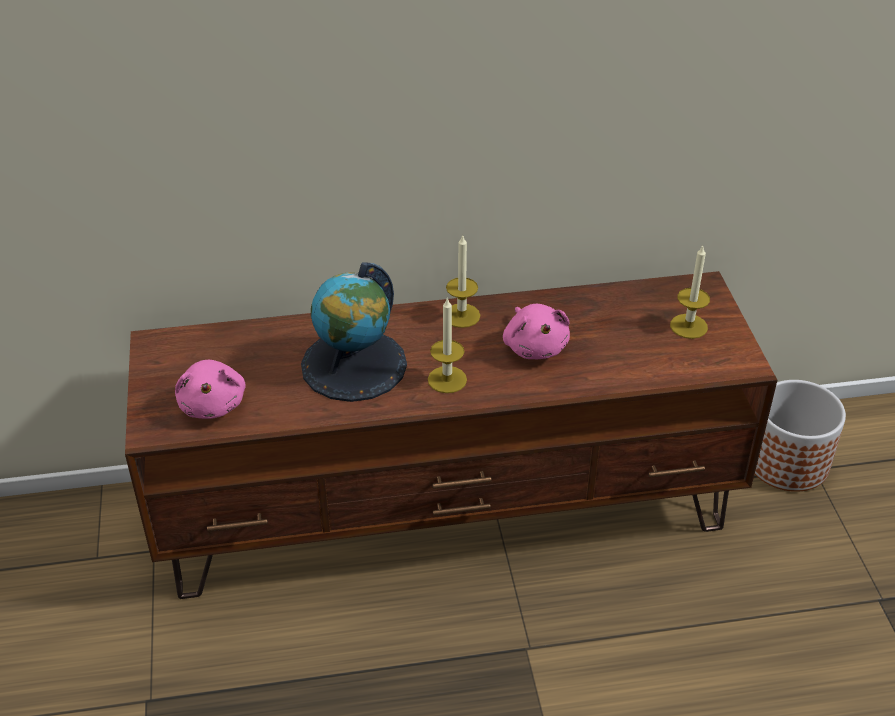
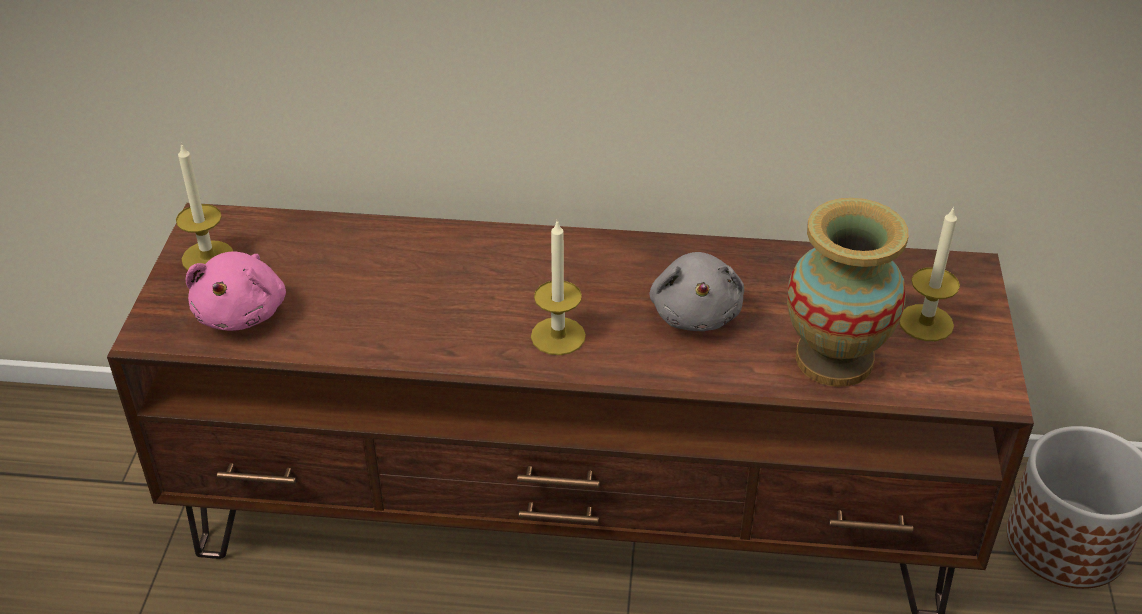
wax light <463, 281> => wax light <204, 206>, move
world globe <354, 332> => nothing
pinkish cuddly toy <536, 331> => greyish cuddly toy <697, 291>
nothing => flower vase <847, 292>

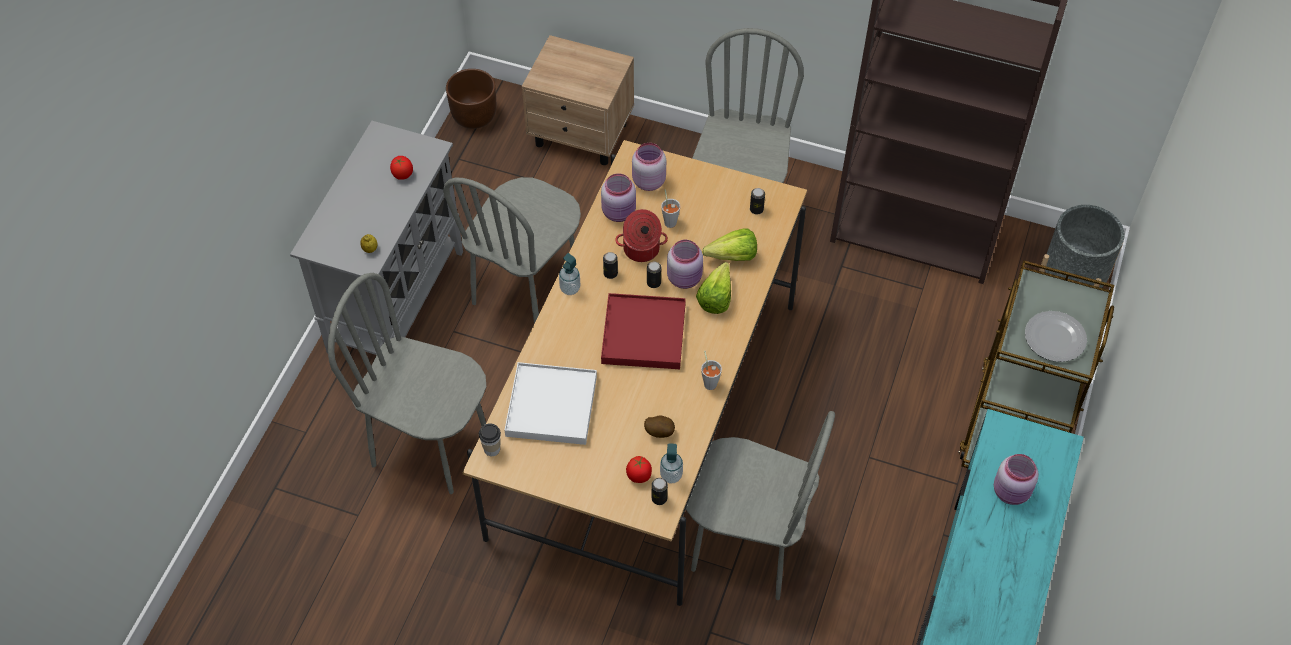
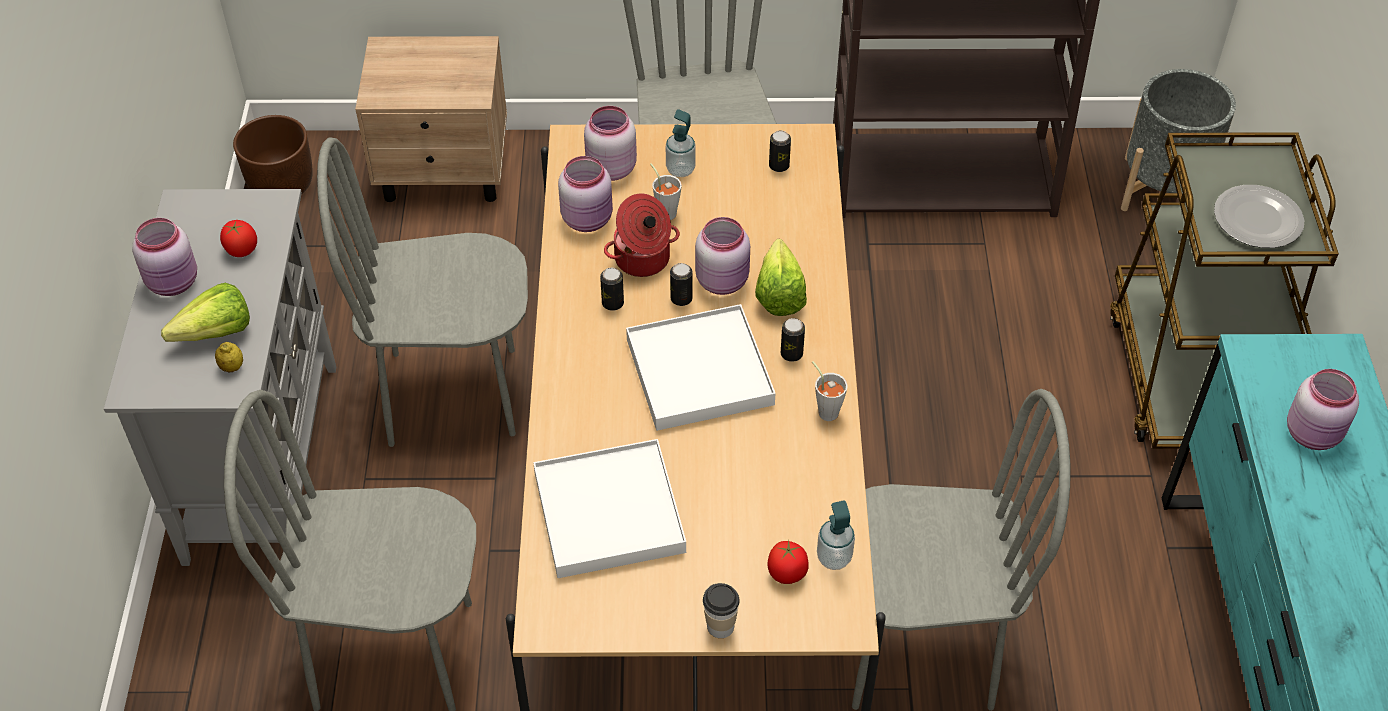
greyish chair <512, 250> => greyish chair <422, 292>, 75 degrees clockwise
head of lettuce <729, 244> => head of lettuce <205, 312>, move
liquid soap bottle <569, 274> => liquid soap bottle <681, 143>, move
red-coloured tray <643, 331> => white tray <701, 367>
potato <659, 427> => nothing
drinking cup <490, 439> => drinking cup <721, 610>, move
sealed can <660, 491> => sealed can <793, 340>, move
nothing => pinkish jar <164, 257>

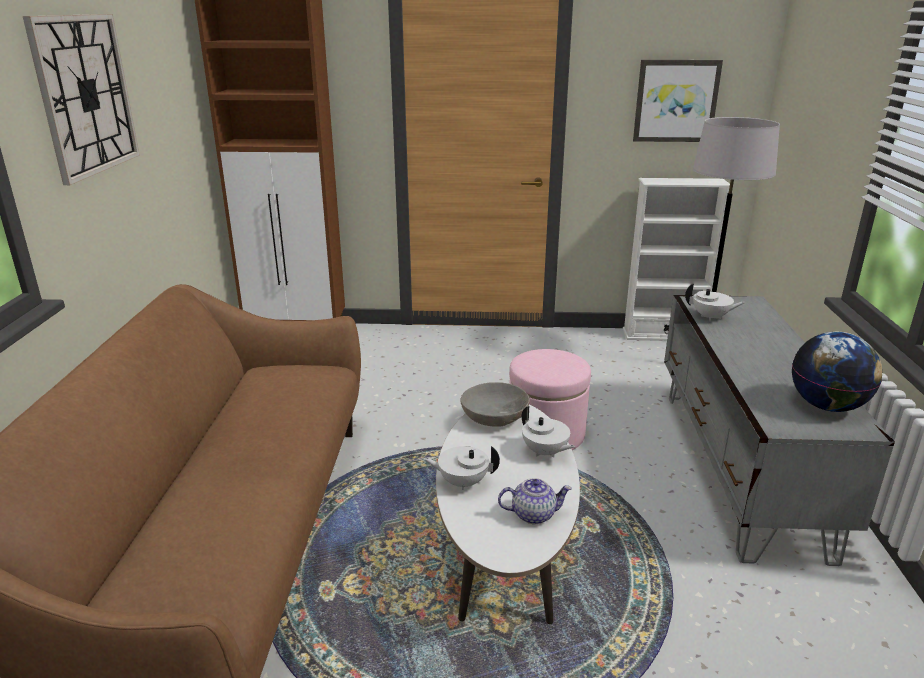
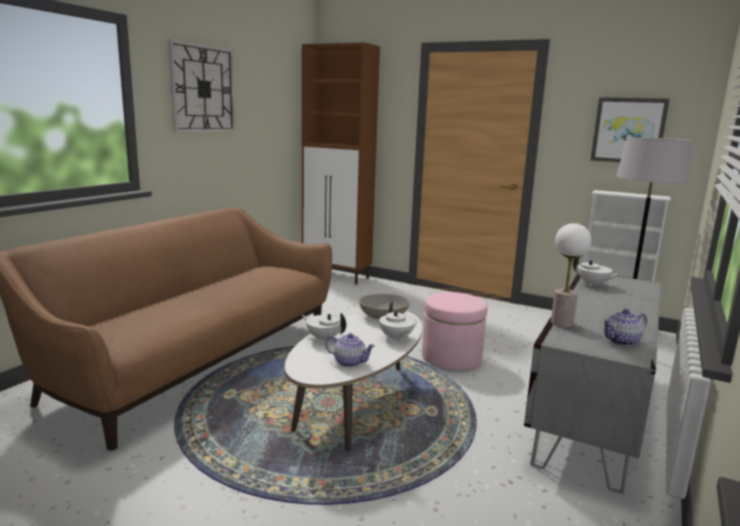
world globe <837, 372> => teapot <624, 327>
nothing => tabletop lamp <571, 275>

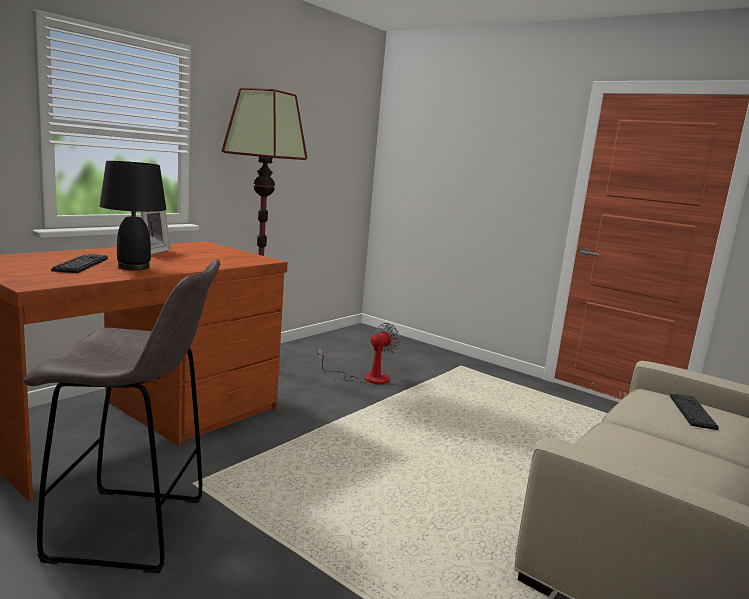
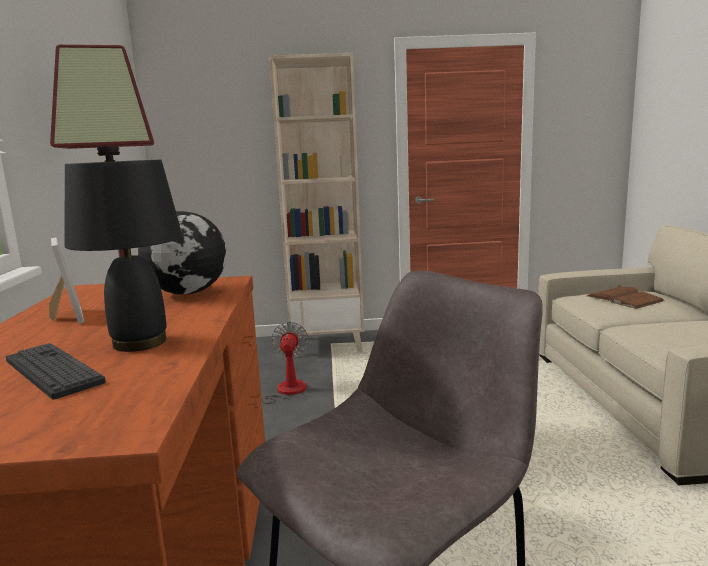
PC keyboard <694, 412> => brown book <625, 297>
nothing => beige shelving unit <316, 205>
nothing => world globe <182, 253>

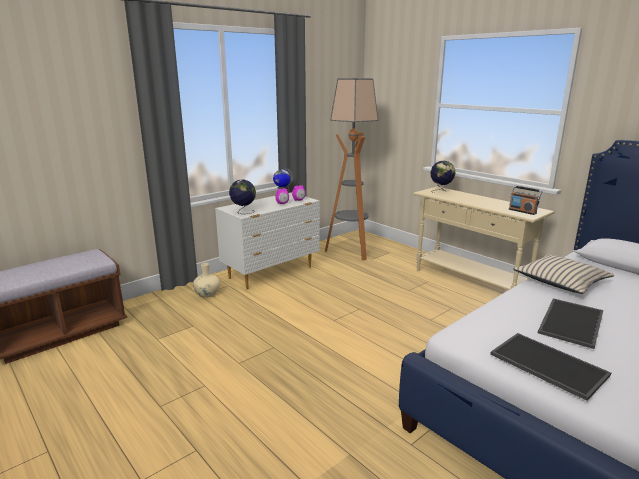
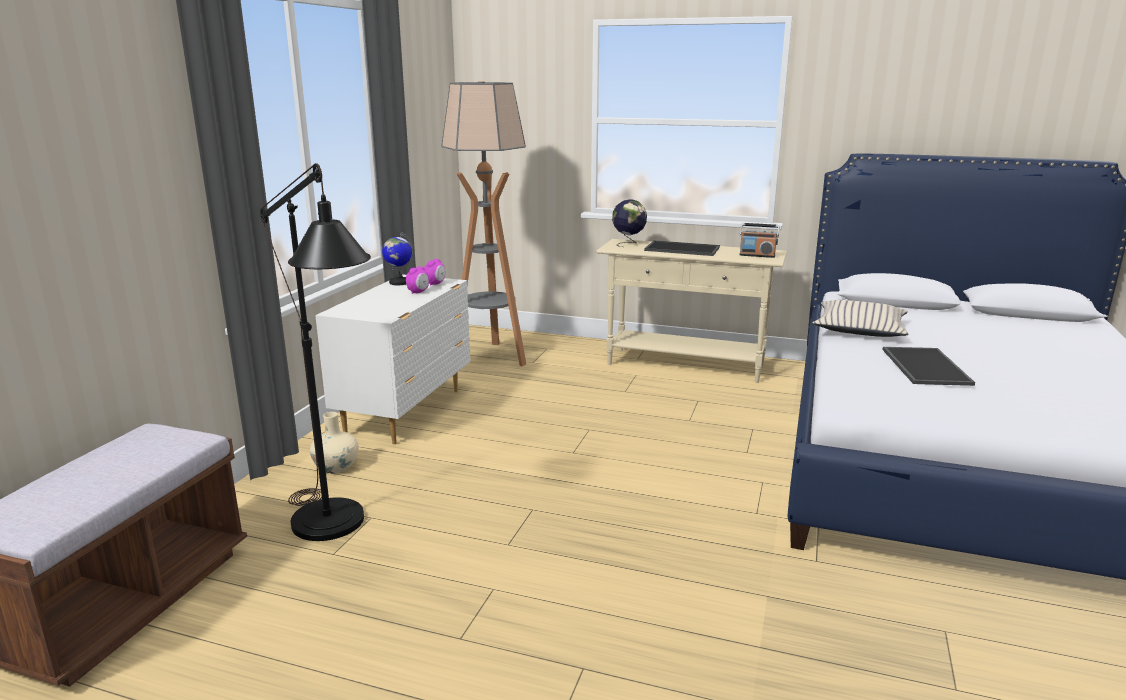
world globe <242, 196> => nothing
tray <550, 367> => tray <682, 248>, move
nothing => black standing lamp <315, 352>

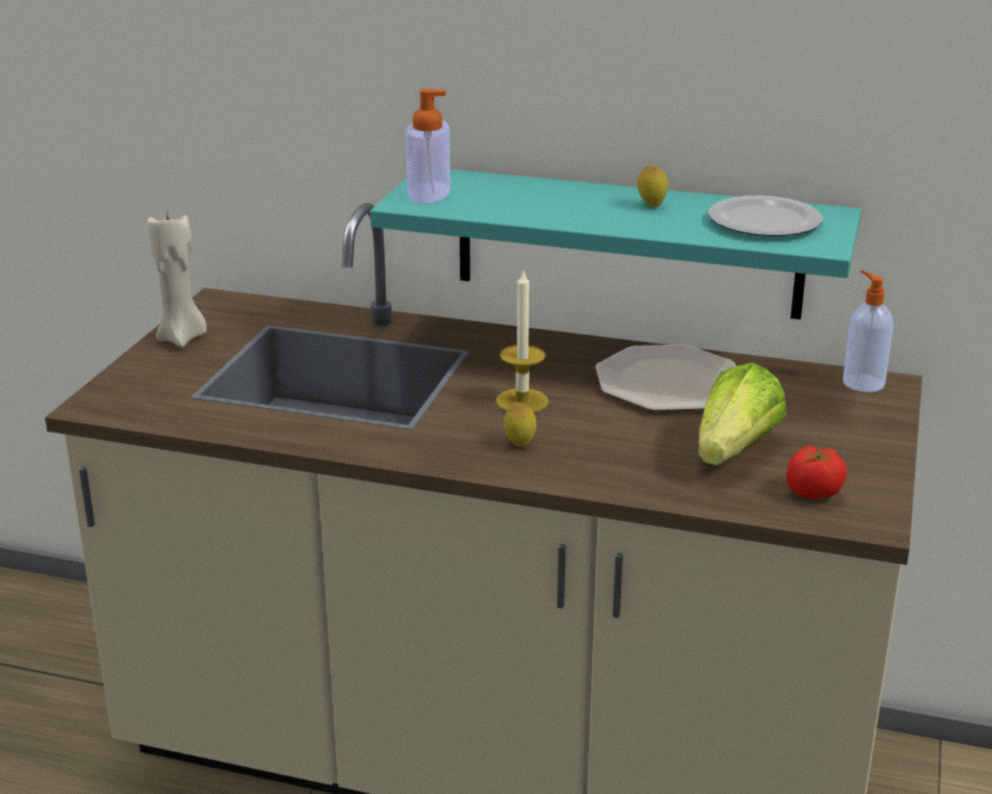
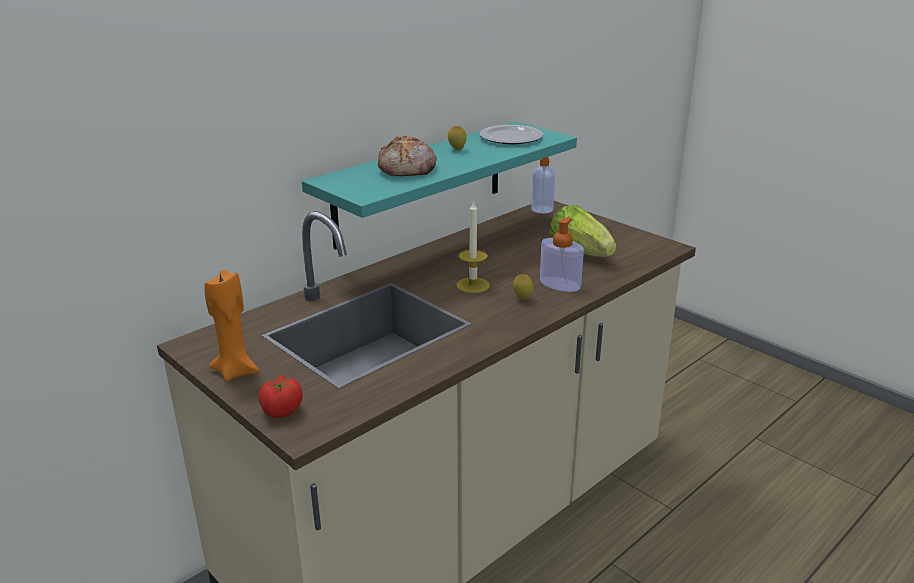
liquid soap bottle <428, 146> => liquid soap bottle <562, 254>, move
beige wax light <177, 280> => orange-coloured wax light <232, 326>
plate <665, 378> => nothing
fresh tomato <816, 473> => fresh tomato <280, 396>, move
nothing => baked bread <407, 156>

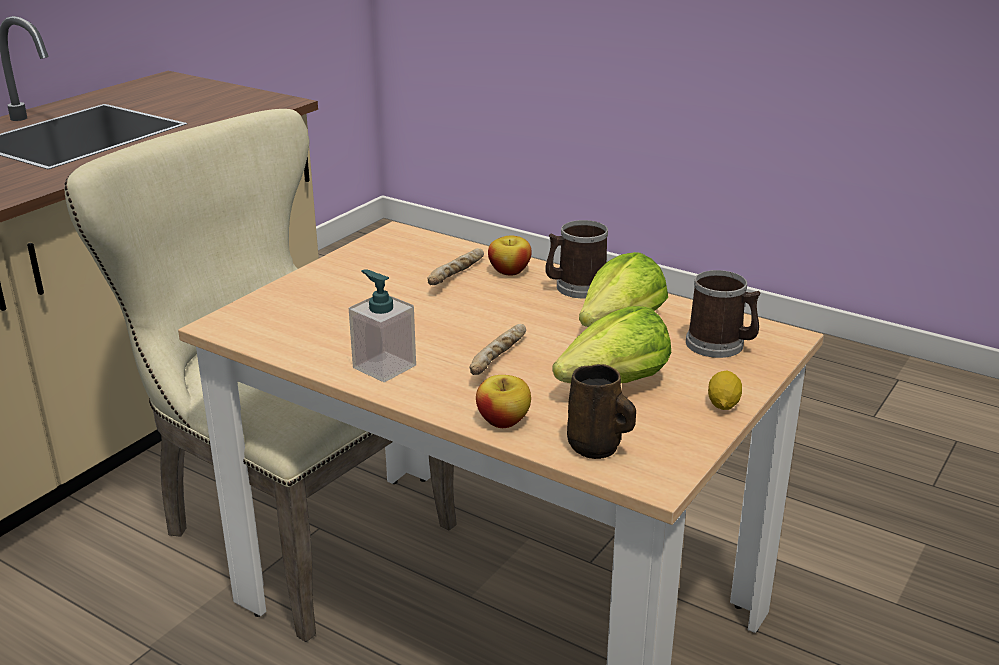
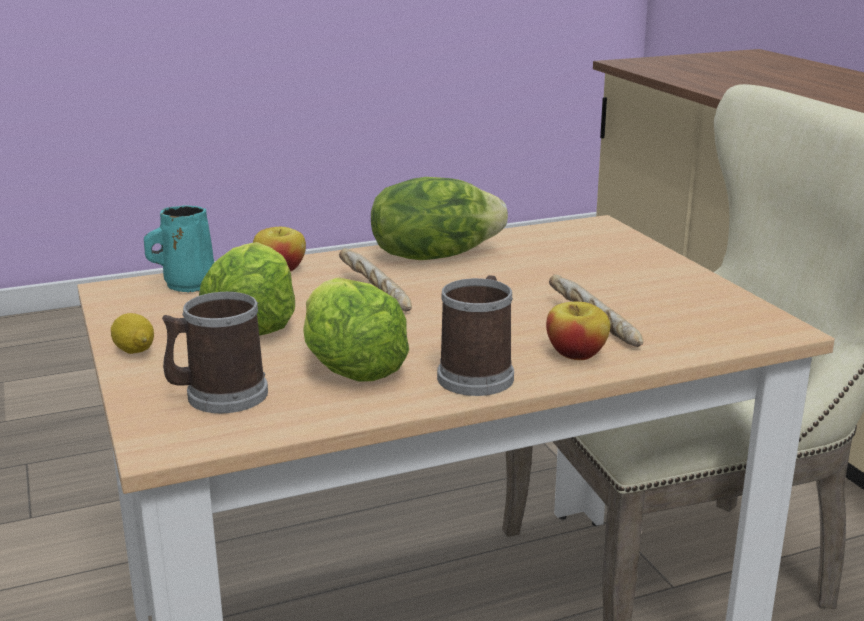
liquid soap bottle <382, 325> => head of lettuce <439, 218>
brown tea mug <601, 411> => blue-green tea mug <179, 249>

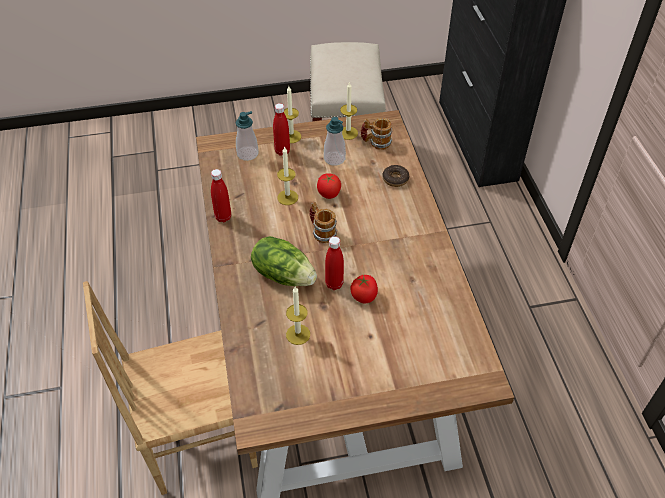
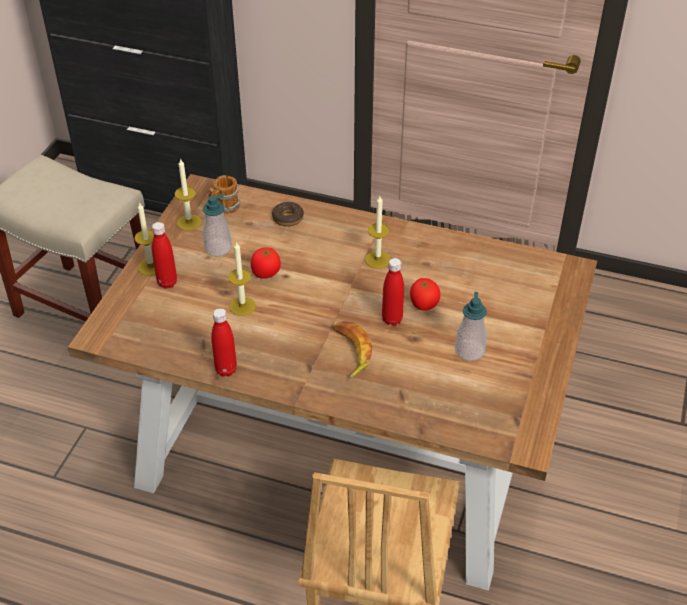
liquid soap bottle <247, 136> => liquid soap bottle <471, 326>, move
tea mug <323, 222> => nothing
head of lettuce <284, 261> => banana fruit <352, 350>
wax light <298, 316> => wax light <377, 232>, move

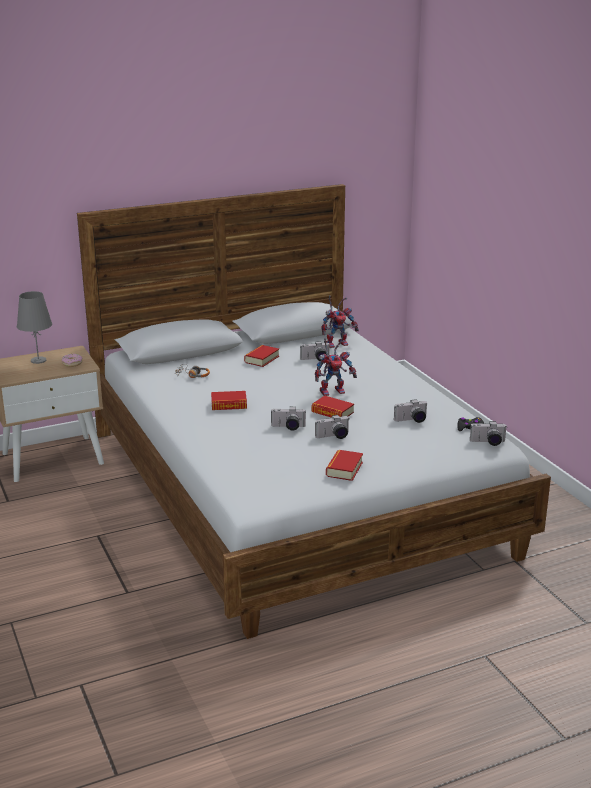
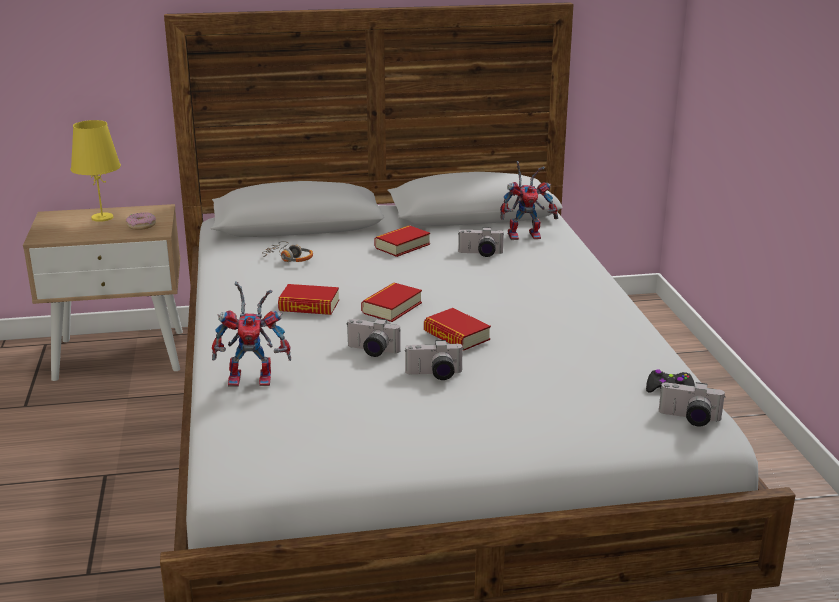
greyish tabletop lamp <34, 327> => yellow-coloured tabletop lamp <96, 171>
toy robot <336, 367> => toy robot <251, 334>, move
photo camera <411, 411> => nothing
book <344, 465> => book <391, 302>, move

